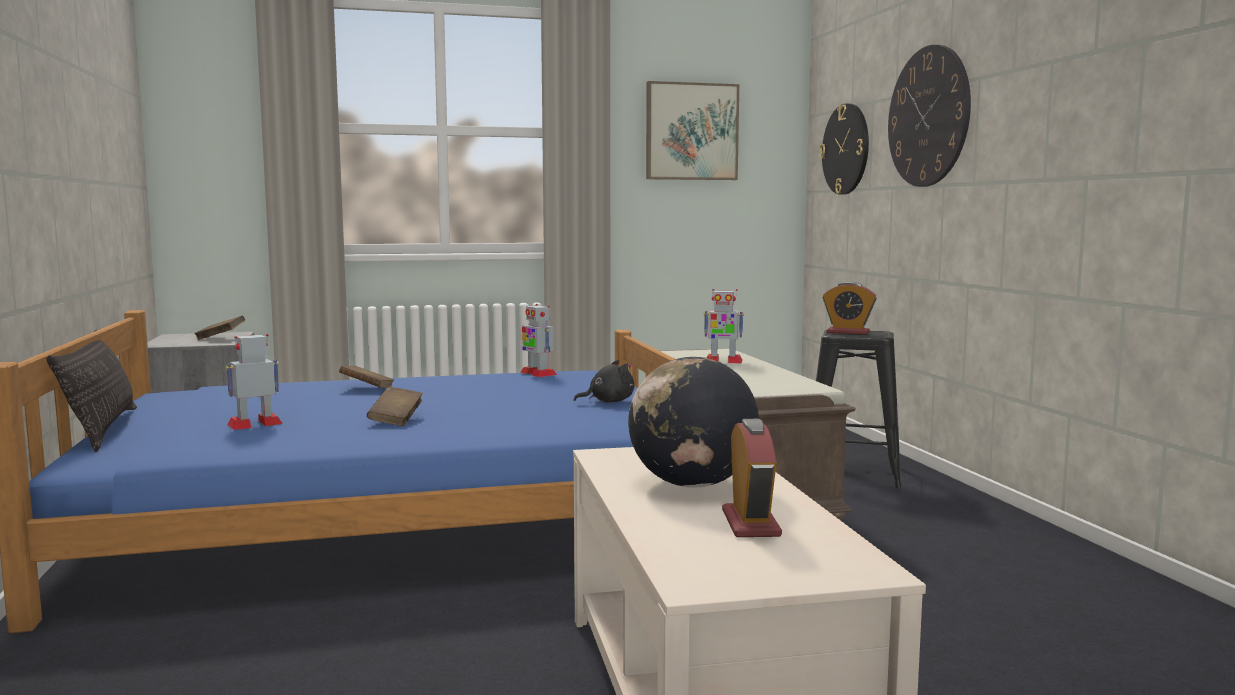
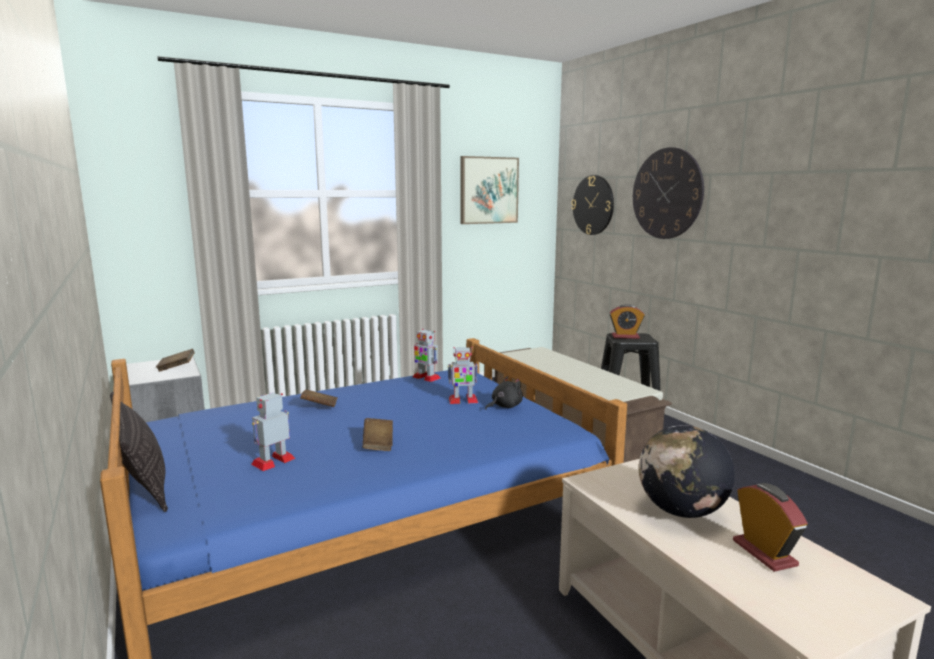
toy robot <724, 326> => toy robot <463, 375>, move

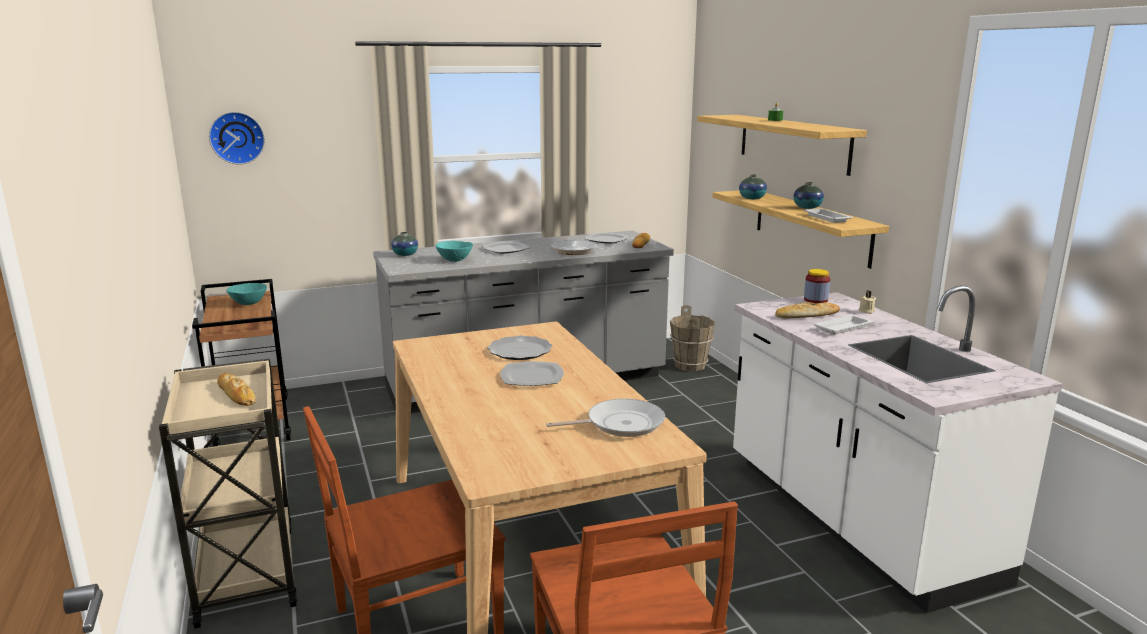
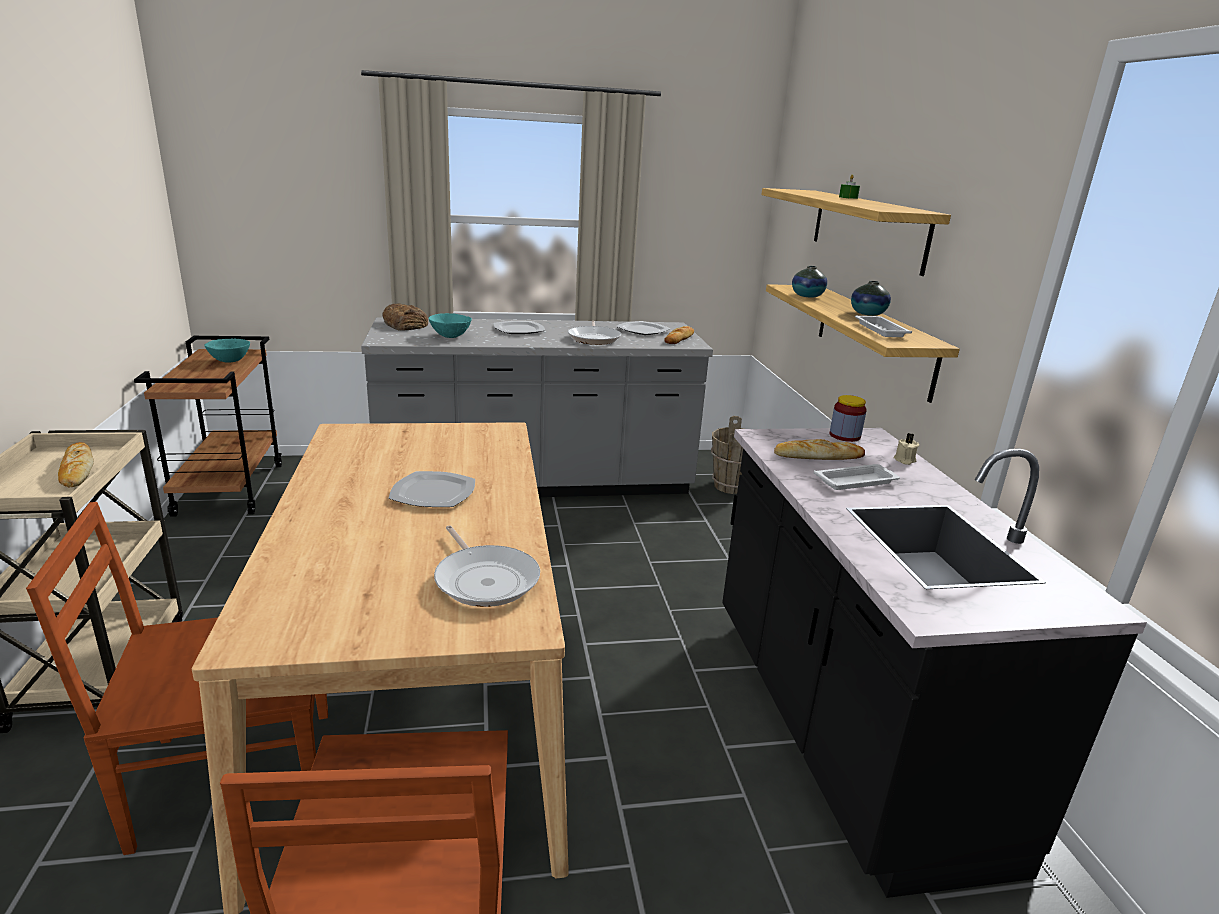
clock on the wall <237, 138> => nothing
flower vase <404, 244> => baked bread <405, 316>
white kitchen base unit <898, 449> => black kitchen base unit <934, 663>
plate <520, 348> => nothing
pan <605, 418> => pan <487, 566>, 60 degrees clockwise

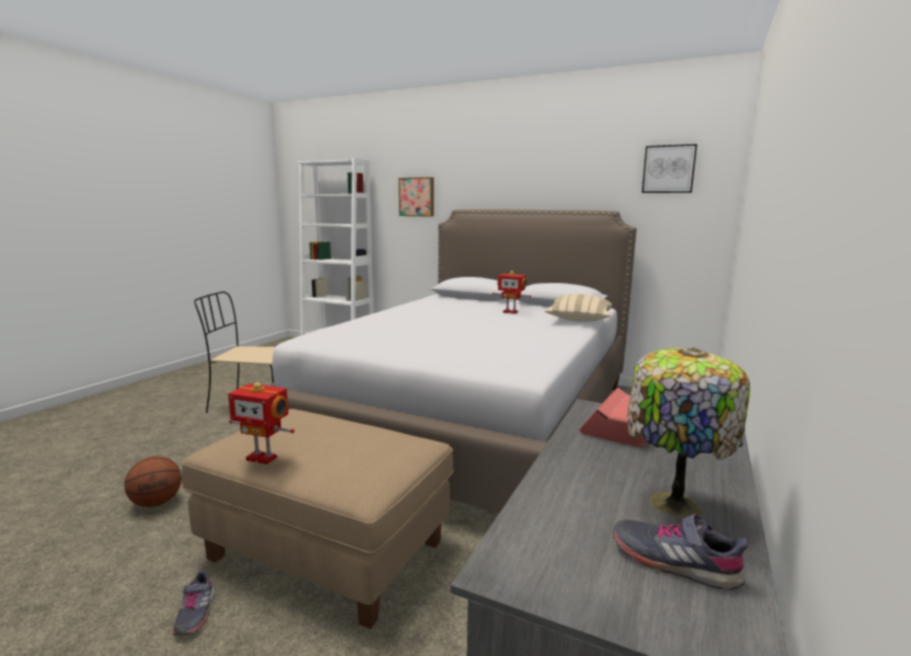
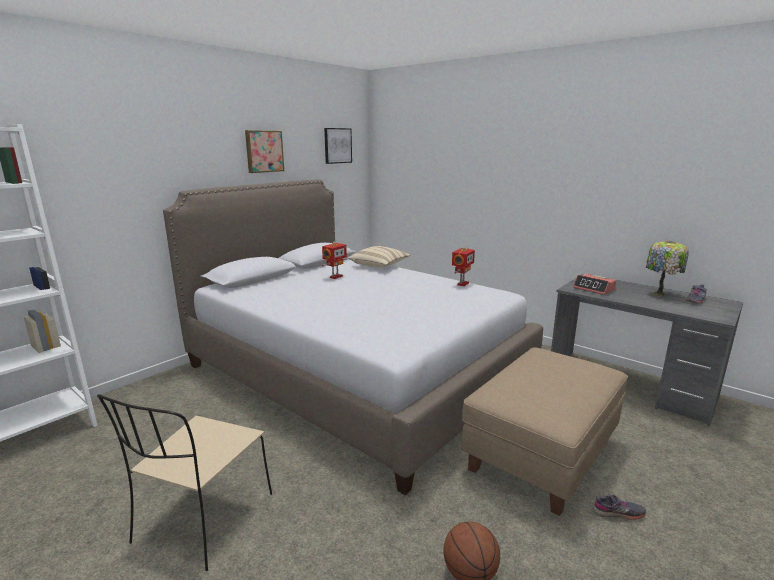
wall art <416, 197> => wall art <264, 151>, move
toy robot <261, 423> => toy robot <463, 266>, move

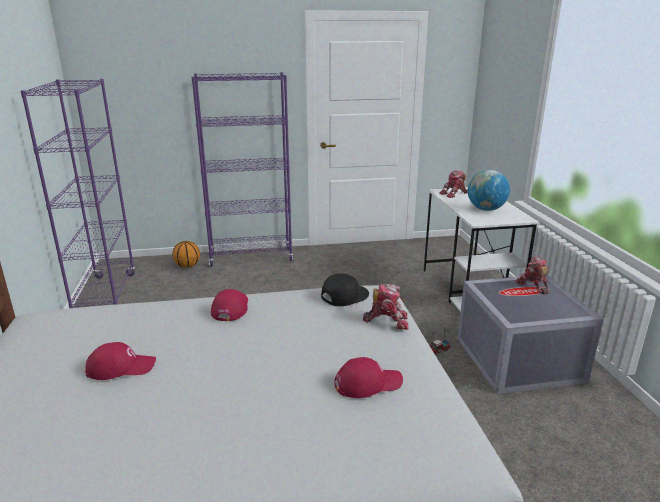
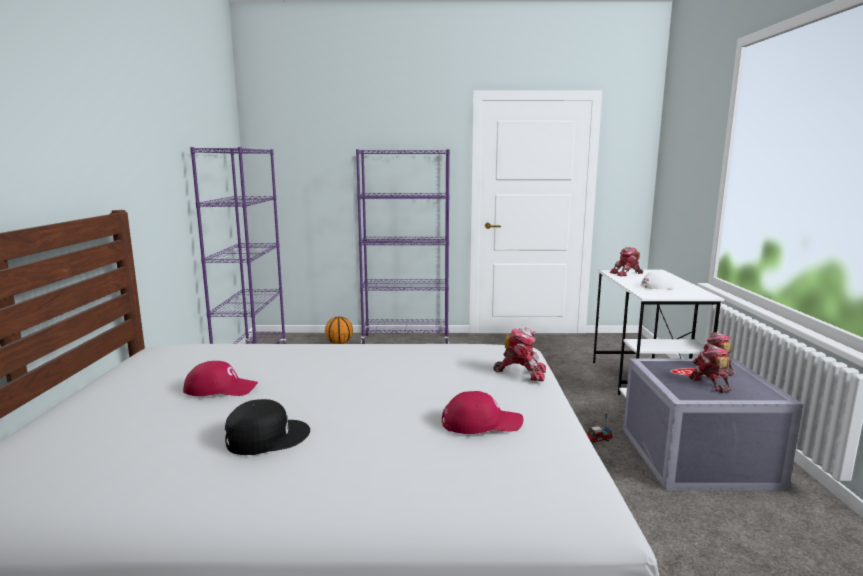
world globe <489, 190> => white cap <661, 279>
black cap <345, 289> => black cap <267, 427>, move
red-coloured cap <229, 305> => nothing
nothing => toy robot <709, 369>

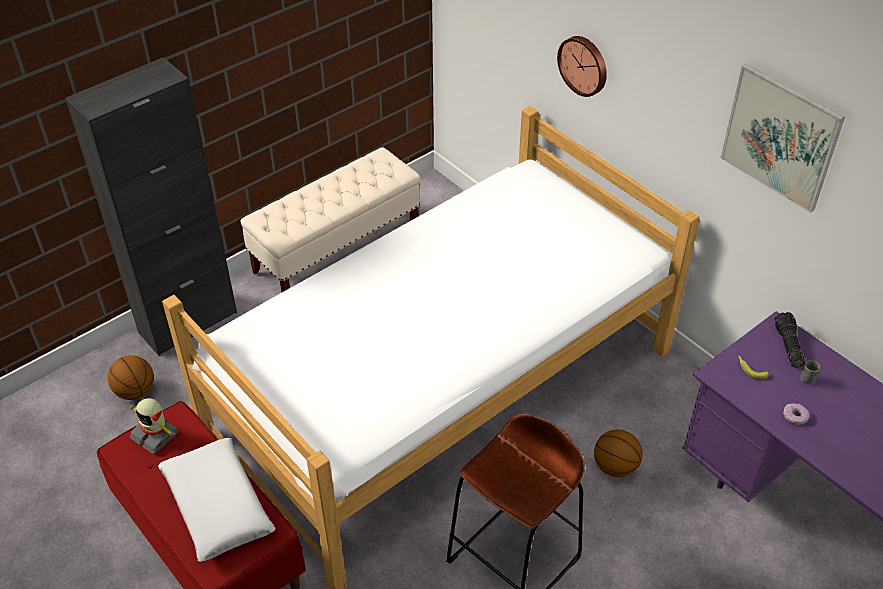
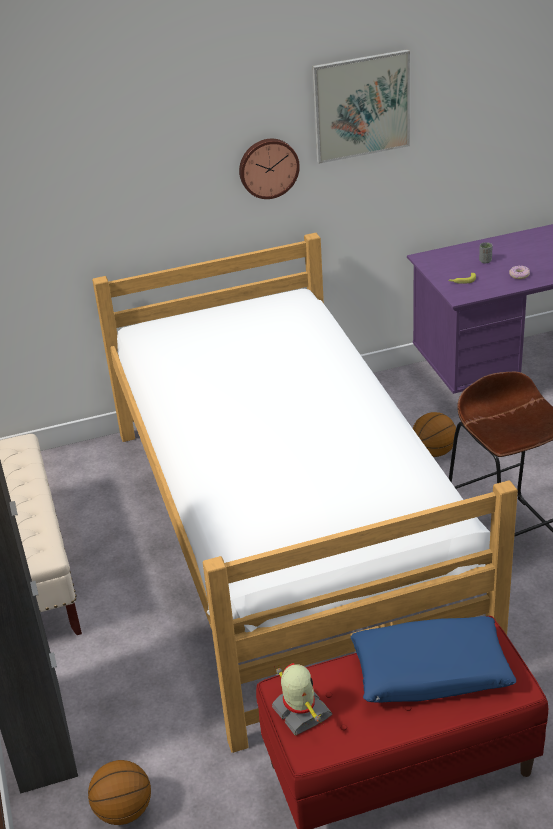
clock on the wall <582, 66> => clock on the wall <269, 169>, move
flashlight <790, 339> => nothing
toy robot <154, 426> => toy robot <302, 699>, 90 degrees counterclockwise
white pillow <216, 500> => blue-coloured pillow <433, 659>

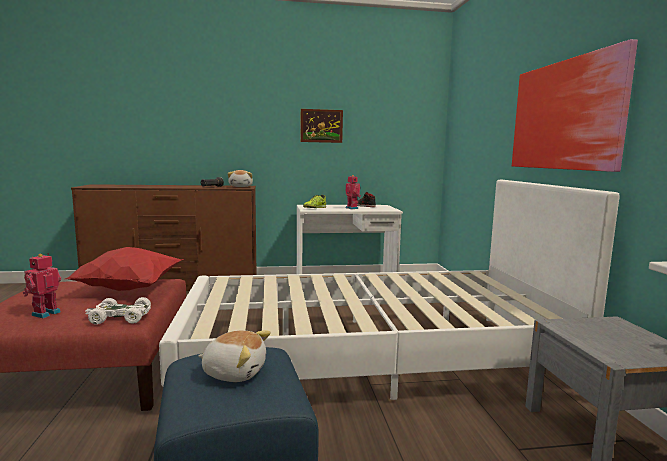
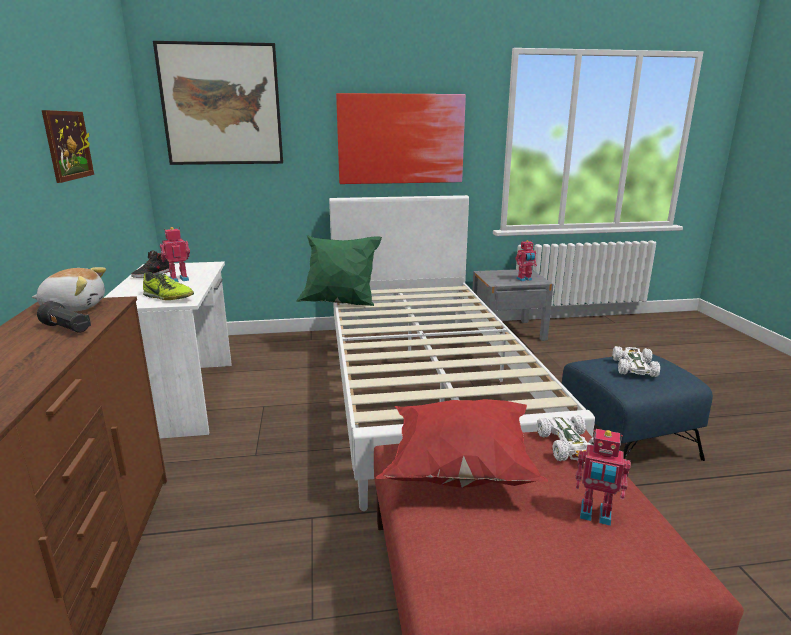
cuddly toy <234, 356> => white toy car <636, 361>
nothing => wall art <218, 103>
nothing => greenish pillow <339, 270>
nothing => toy robot <526, 261>

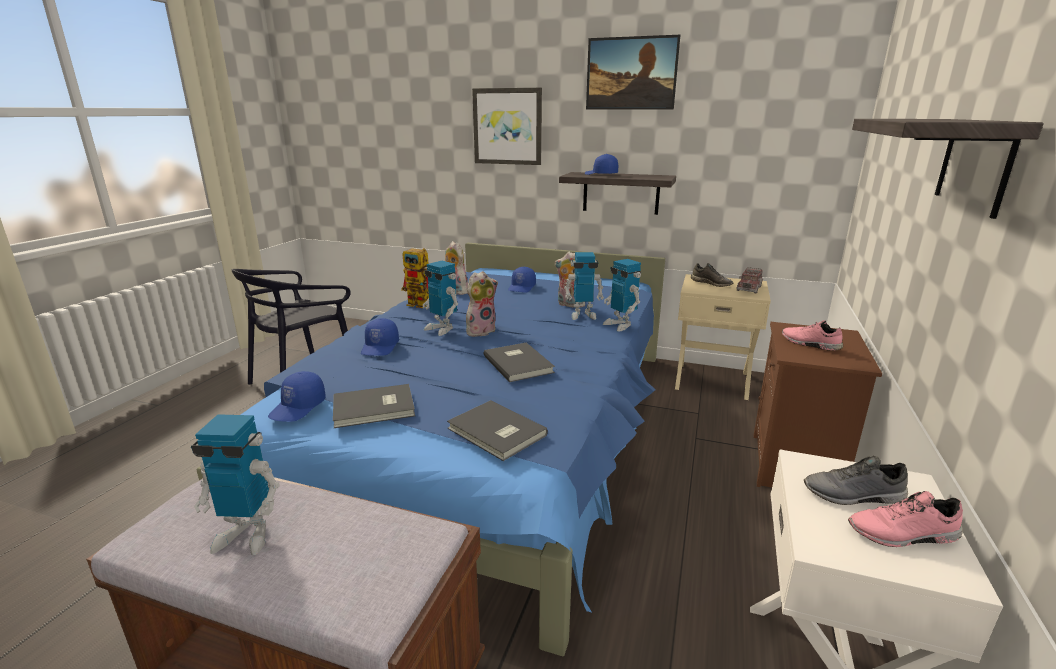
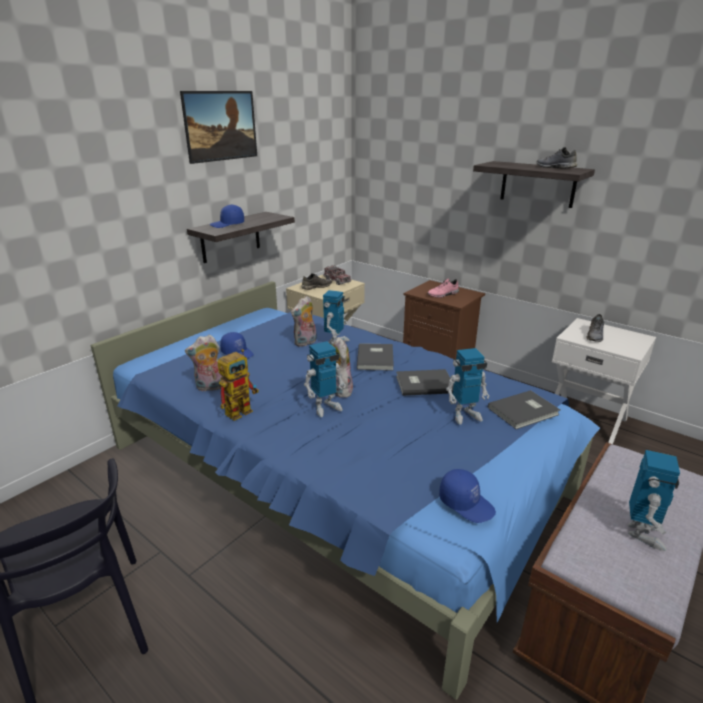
wall art <507, 126> => nothing
toy robot <622, 295> => toy robot <467, 386>, move
blue-coloured cap <380, 337> => nothing
greyish book <374, 406> => greyish book <375, 357>, move
pinkish item of footwear <905, 519> => nothing
nothing => greyish item of footwear <556, 158>

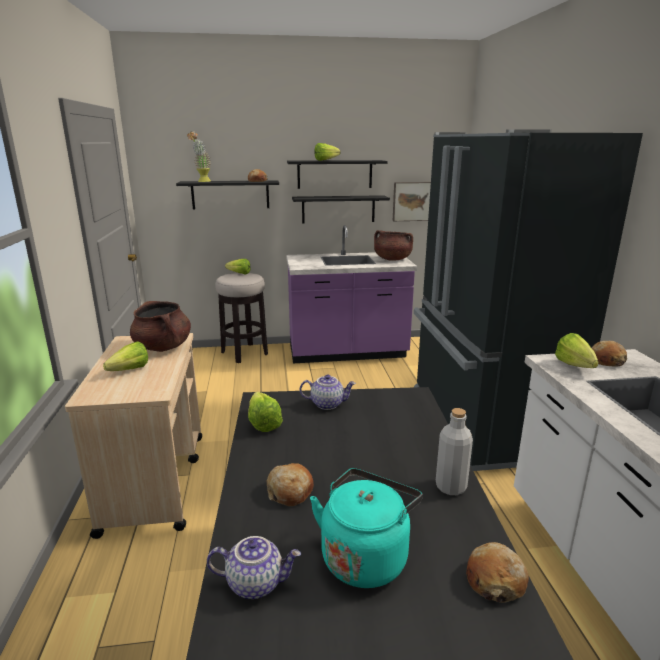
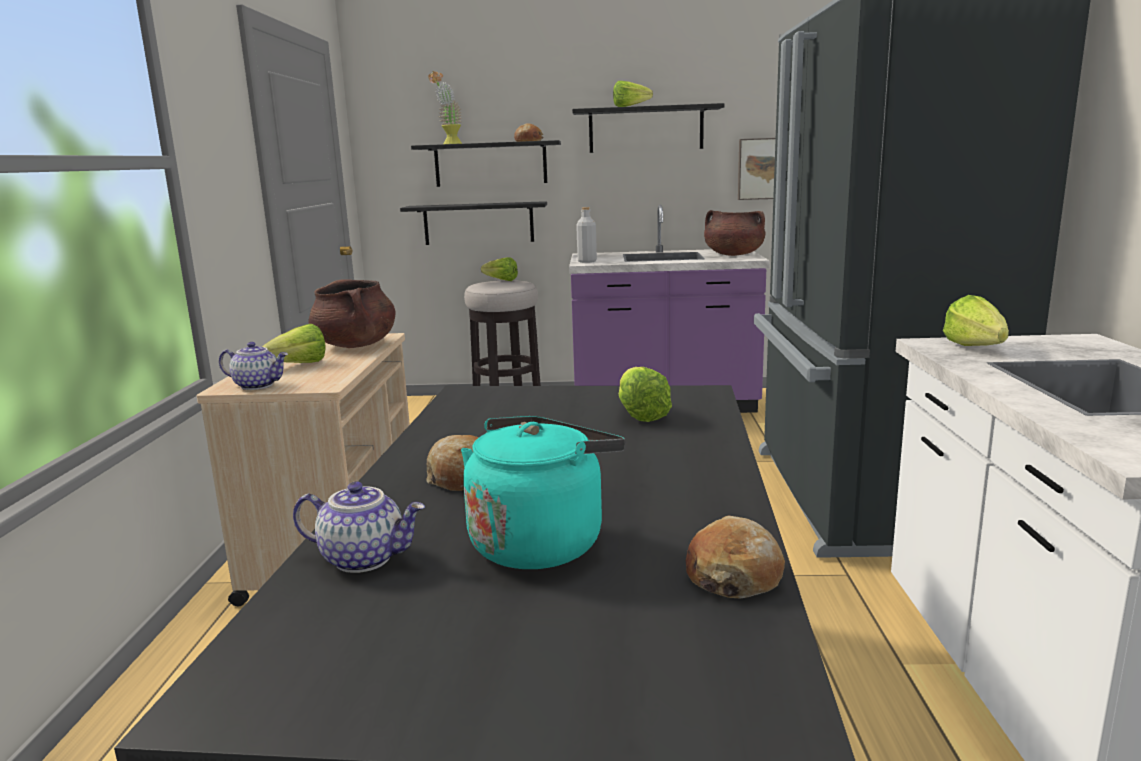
black bracket shelf <341, 209> => black bracket shelf <473, 223>, move
baked bread <609, 353> => nothing
teapot <328, 392> => teapot <253, 366>, move
head of lettuce <265, 411> => head of lettuce <645, 394>, move
greyish bottle <454, 451> => greyish bottle <586, 235>, move

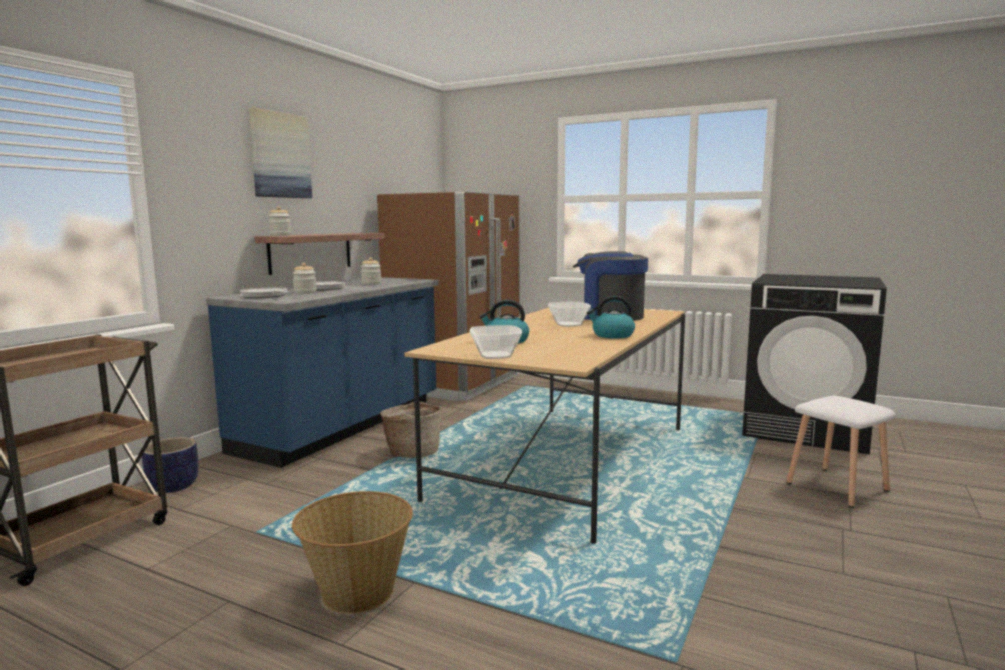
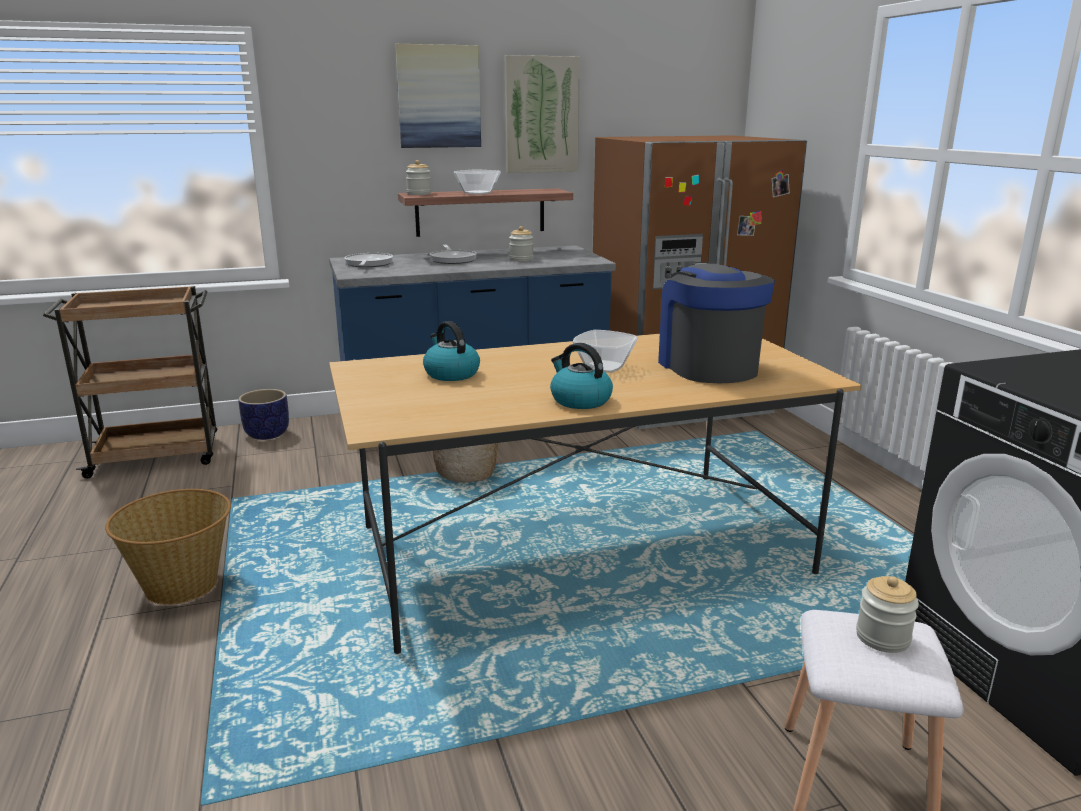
jar <305, 278> => jar <887, 614>, move
serving bowl <496, 342> => serving bowl <477, 182>, move
nothing => wall art <542, 114>

